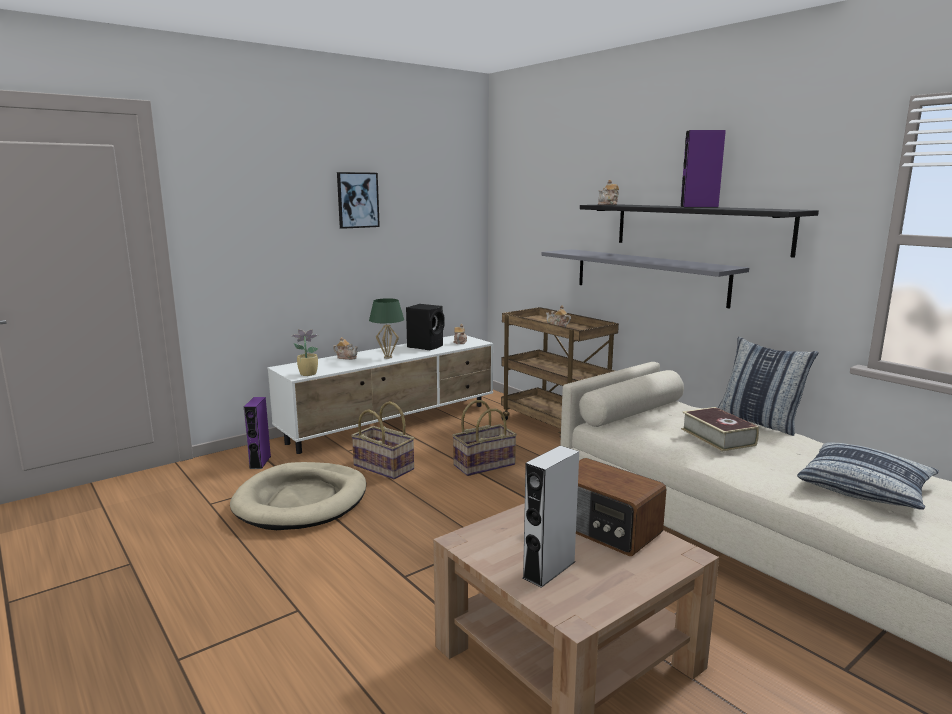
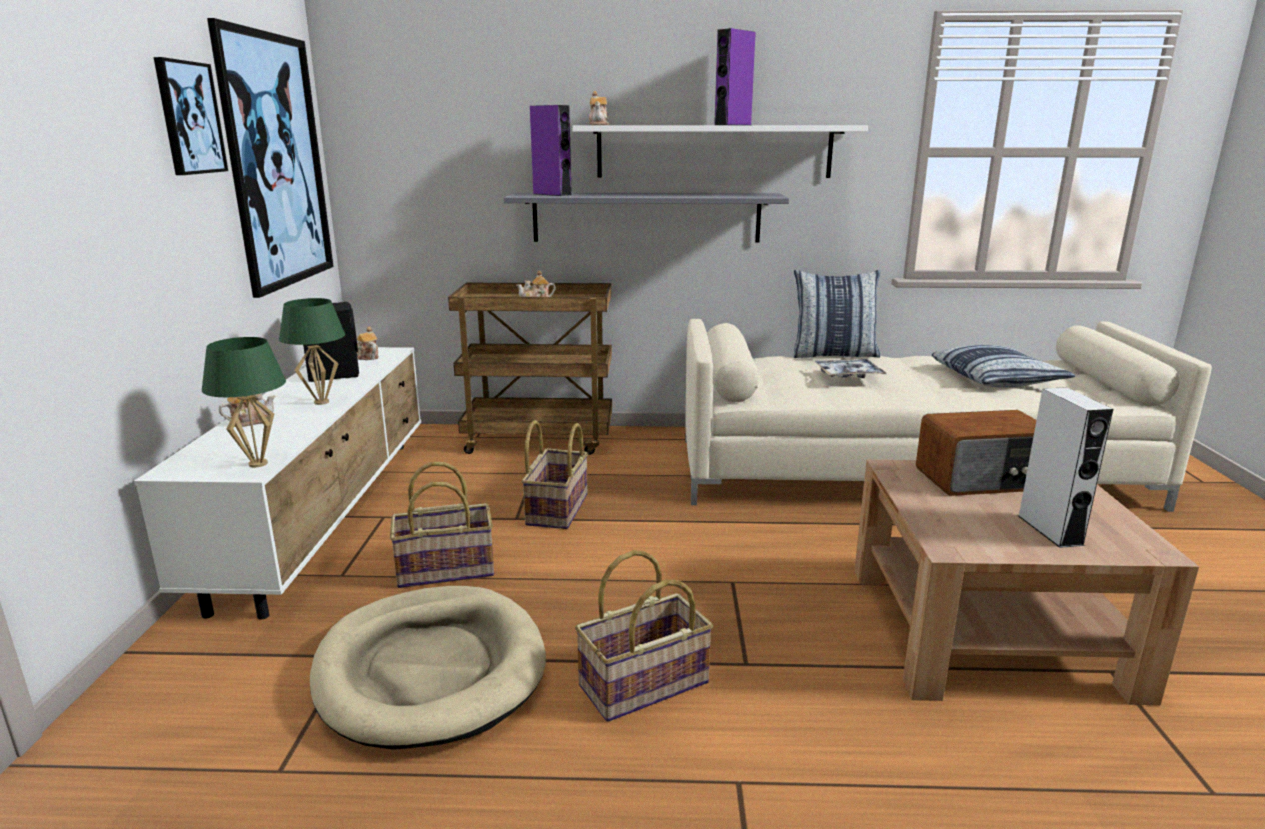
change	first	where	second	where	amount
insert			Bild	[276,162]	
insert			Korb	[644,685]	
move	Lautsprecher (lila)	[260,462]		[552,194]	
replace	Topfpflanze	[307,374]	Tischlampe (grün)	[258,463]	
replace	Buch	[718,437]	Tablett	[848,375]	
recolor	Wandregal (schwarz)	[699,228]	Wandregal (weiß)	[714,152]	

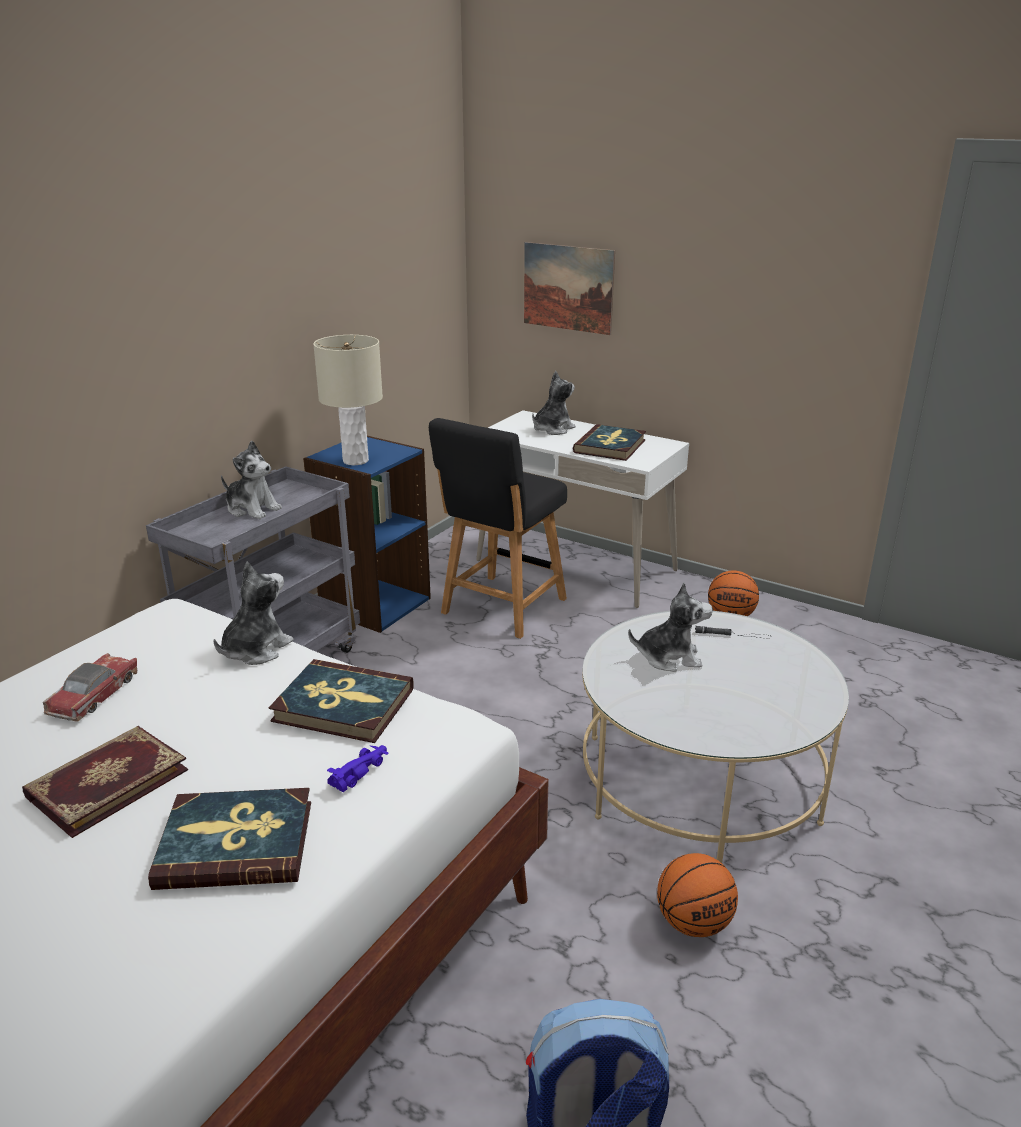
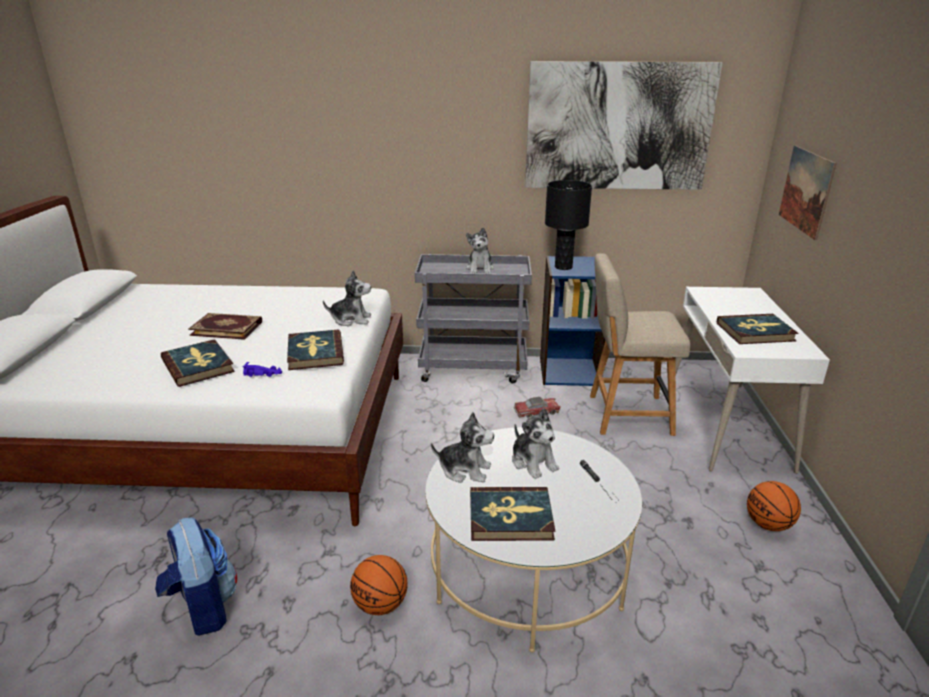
change	first	where	second	where	amount
insert			Buch	[510,517]	
insert			Bild	[618,127]	
move	Spielzeugauto	[94,695]		[536,412]	
move	Plüschtier	[552,429]		[464,470]	
recolor	Tischlampe (beige)	[356,461]	Tischlampe (schwarz)	[563,267]	
recolor	Stuhl (schwarz)	[500,608]	Stuhl (beige)	[625,414]	

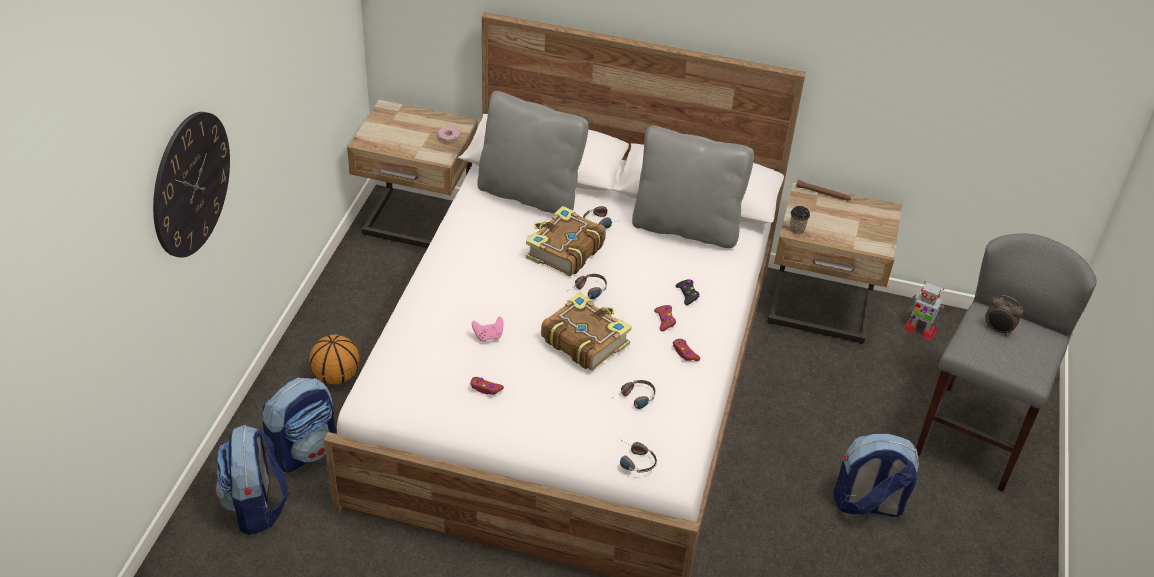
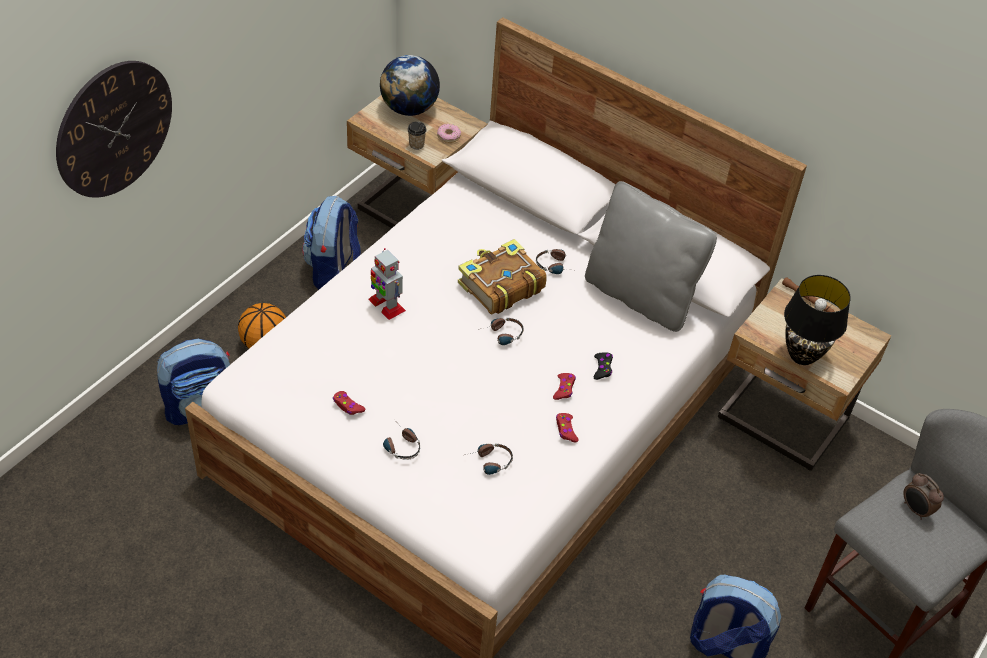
change	first	where	second	where	amount
delete	Gamepad (rosa)	[488,336]			
delete	Kissen (grau)	[530,194]			
delete	Buch	[584,340]			
insert			Globus	[409,109]	
insert			Tischlampe (schwarz)	[802,356]	
move	Rucksack	[256,506]		[333,270]	
move	Kopfhörer	[632,460]		[399,444]	
move	Tasse	[797,229]		[416,145]	
move	Spielzeugroboter	[919,329]		[386,304]	

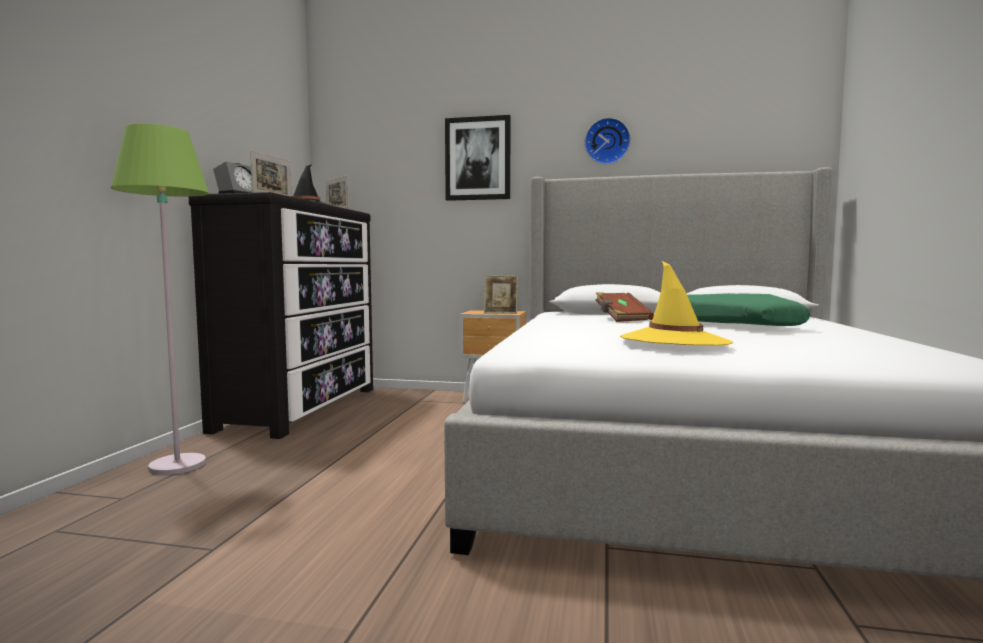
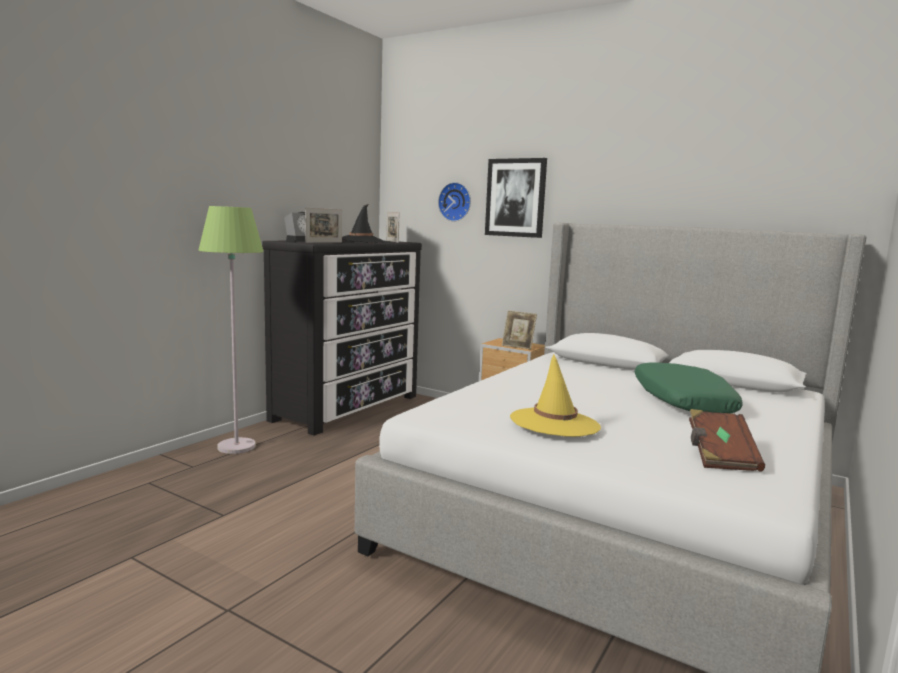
change	first	where	second	where	amount
move	Wanduhr	[607,141]		[455,202]	
move	Buch (braun)	[621,319]		[720,456]	

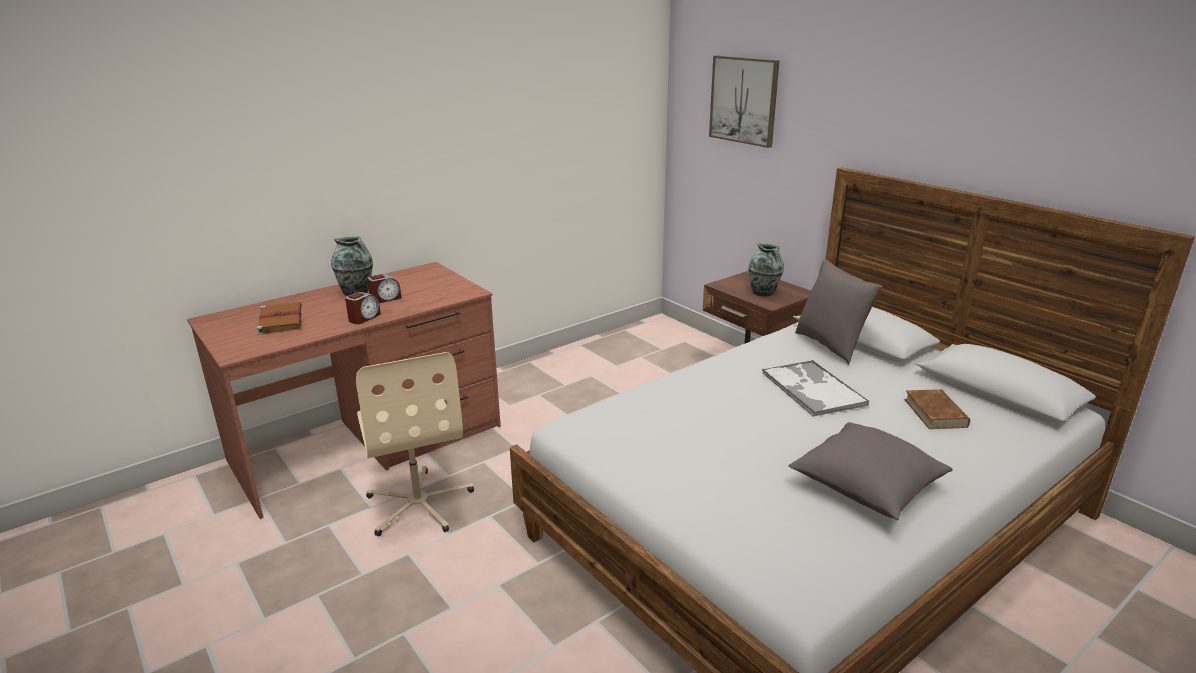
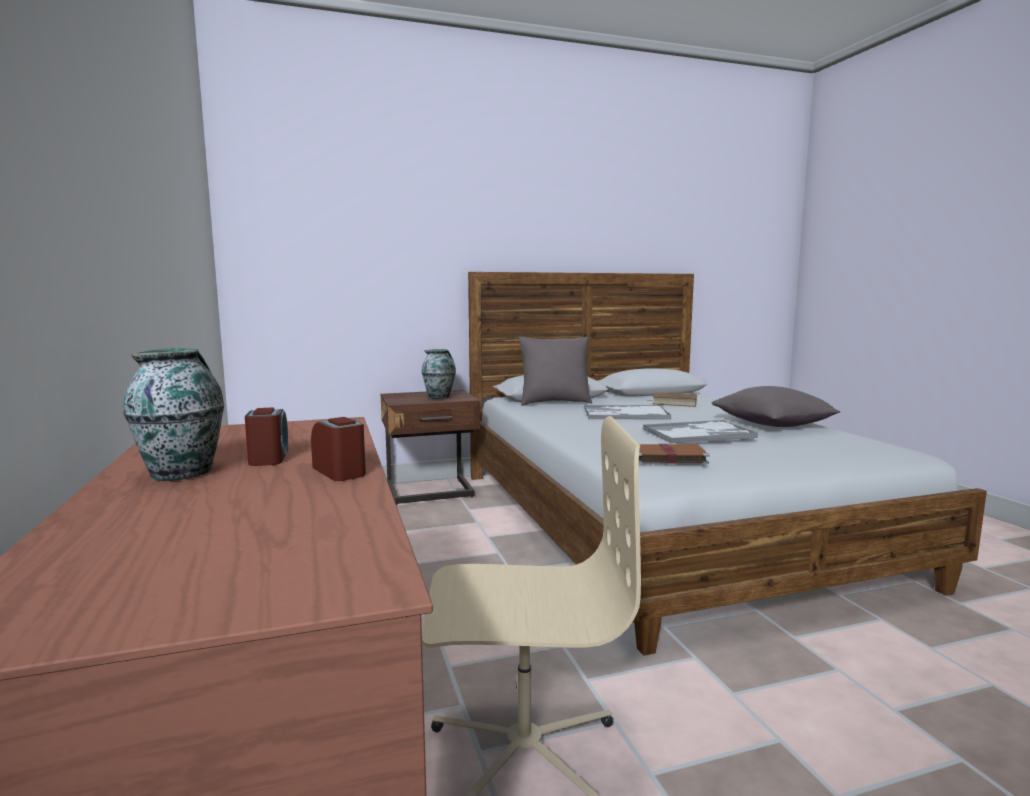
change	first	where	second	where	amount
delete	Bild	[744,100]			
insert			Tablett	[699,433]	
move	Buch (braun)	[280,320]		[665,457]	

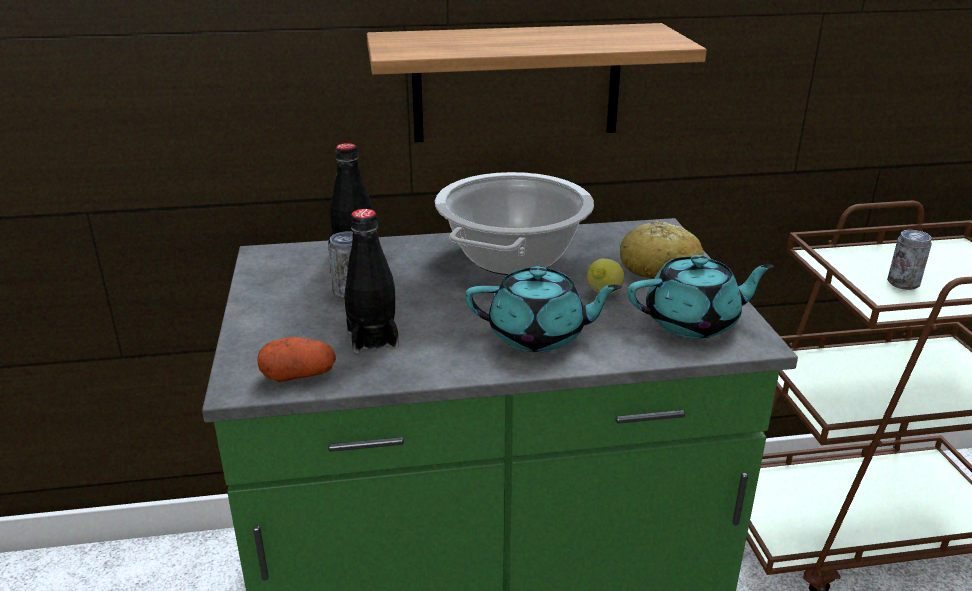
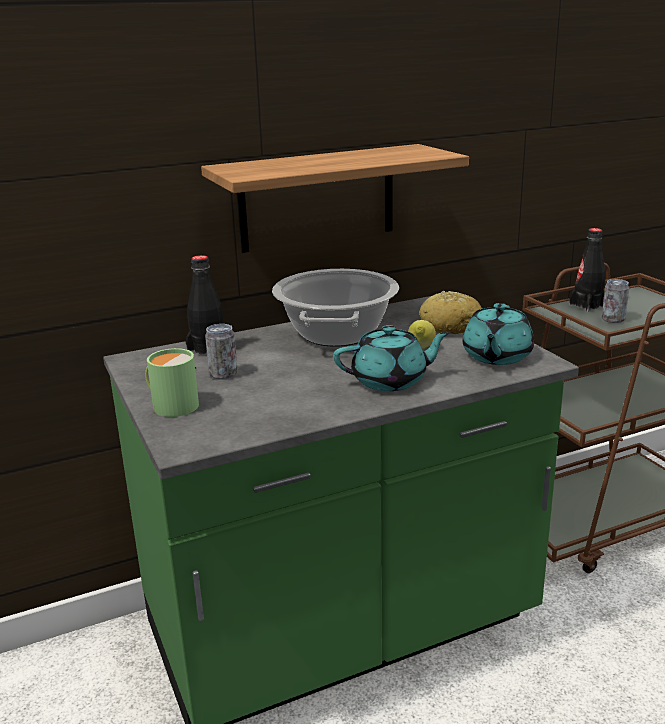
change	first	where	second	where	amount
delete	Kartoffel	[299,375]			
insert			Henkelbecher (grün)	[172,405]	
move	Flasche (schwarz)	[372,339]		[587,306]	
rotate	Teekanne (türkis)	[693,322]		[496,356]	135 degrees clockwise

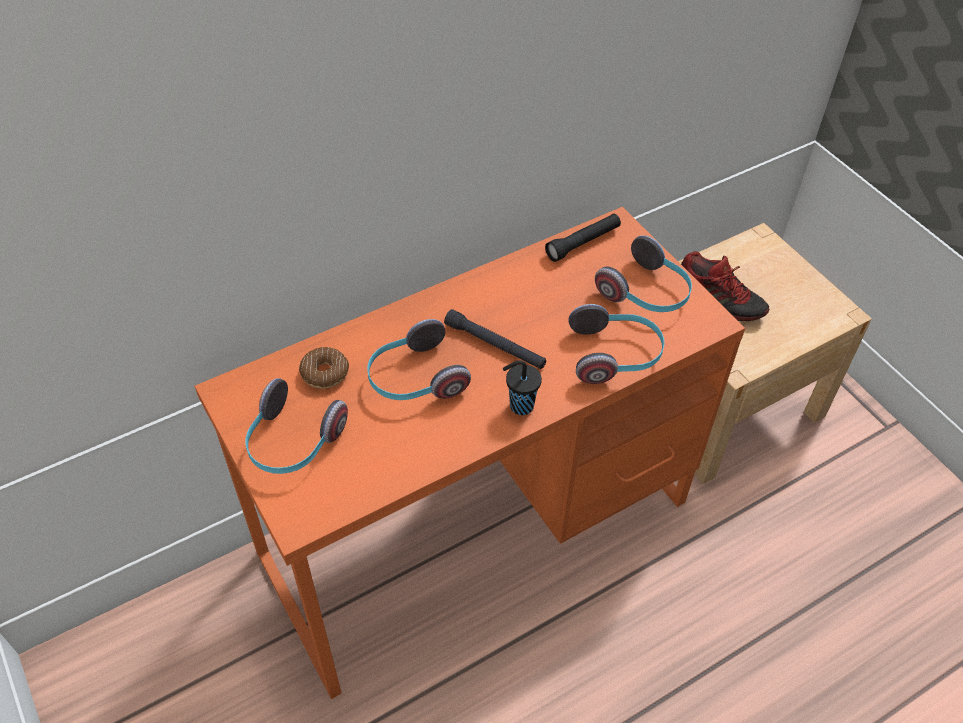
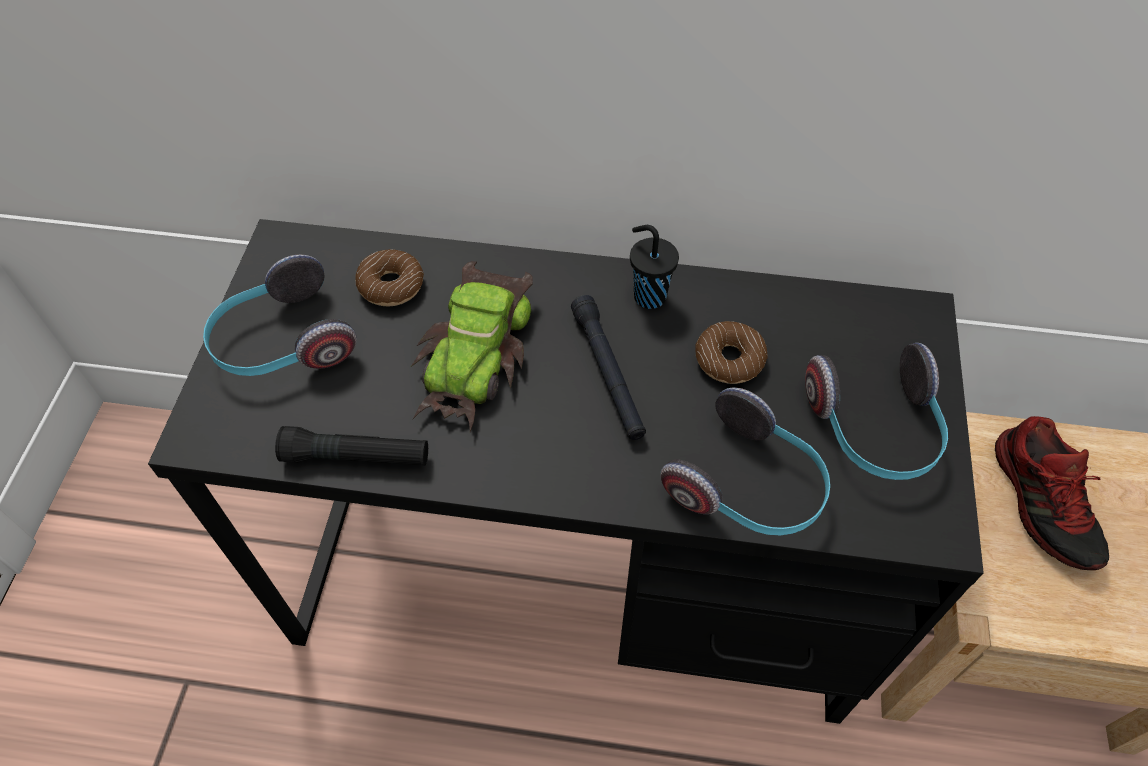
change	first	where	second	where	amount
insert			Donut	[729,359]	
move	Tasse (schwarz)	[520,406]		[648,295]	
move	Taschenlampe (schwarz)	[583,243]		[356,457]	
replace	Kopfhörer	[414,379]	Spielzeugauto	[476,354]	
recolor	Schreibtisch (orange)	[477,527]	Schreibtisch (schwarz)	[577,575]	

